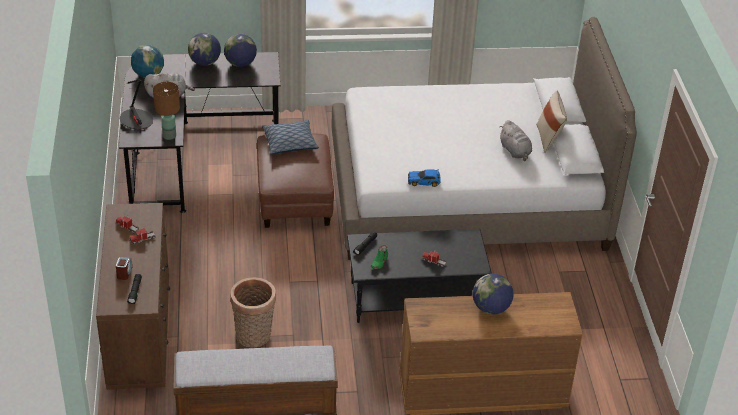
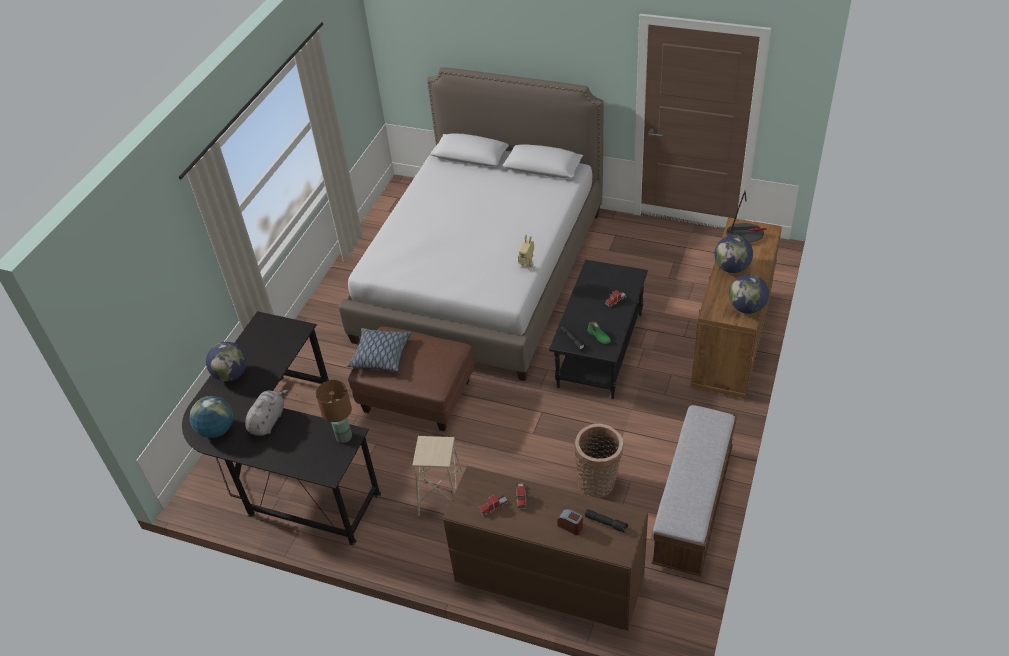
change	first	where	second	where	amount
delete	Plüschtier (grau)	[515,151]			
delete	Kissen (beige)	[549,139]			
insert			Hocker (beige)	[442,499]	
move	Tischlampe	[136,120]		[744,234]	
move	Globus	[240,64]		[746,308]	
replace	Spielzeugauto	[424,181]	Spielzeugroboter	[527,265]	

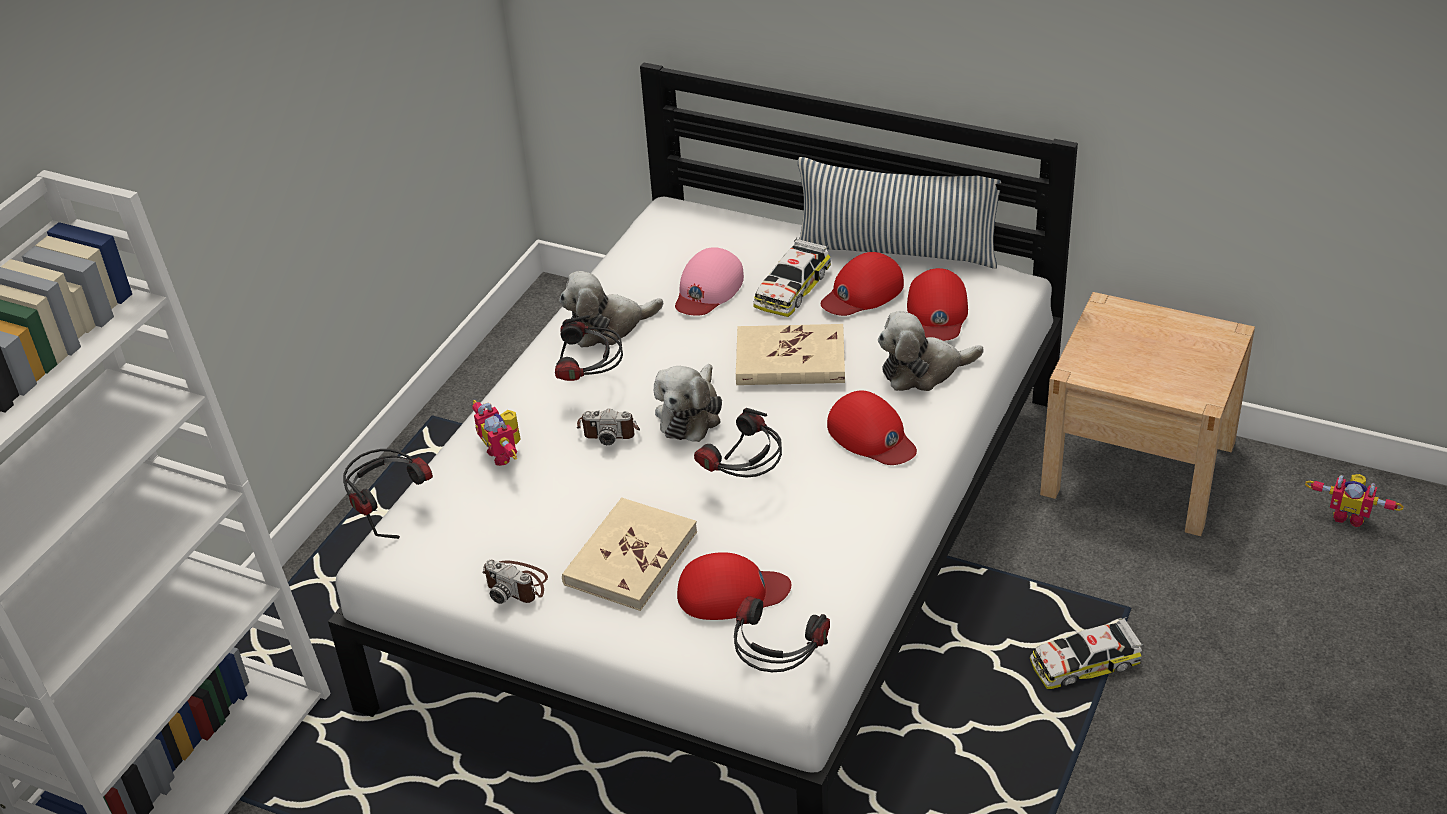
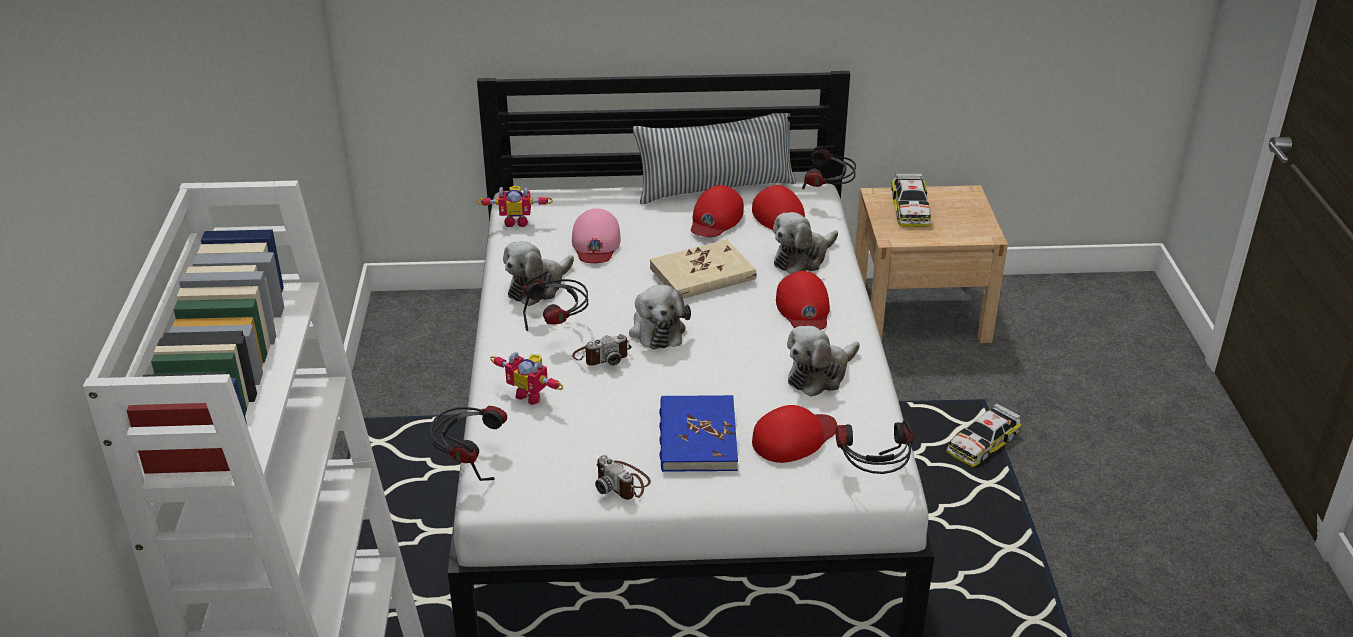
change	first	where	second	where	amount
insert			Plüschtier	[820,374]	
move	Kopfhörer	[744,481]		[827,196]	
move	Spielzeugauto	[791,288]		[910,209]	
move	Spielzeugroboter	[1349,516]		[516,221]	
recolor	Buch (beige)	[630,558]	Buch (blau)	[697,437]	
rotate	Kamera	[517,584]		[622,482]	45 degrees clockwise
rotate	Kappe (rot)	[871,436]		[803,308]	60 degrees clockwise

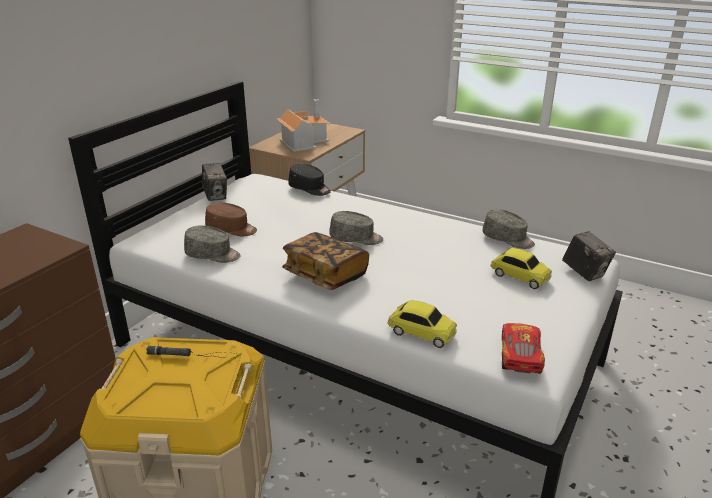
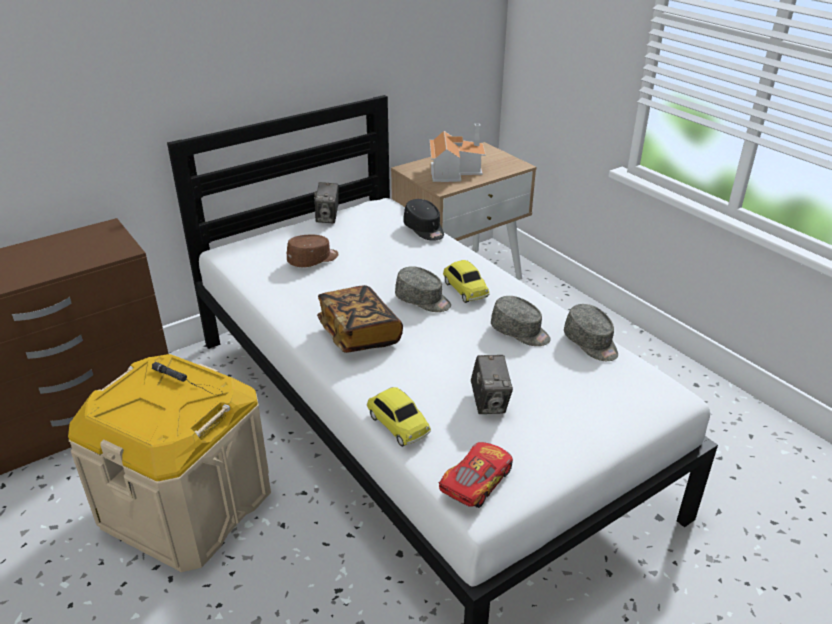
change	first	where	second	where	amount
move	Kappe (grau)	[213,255]		[520,332]	
move	Spielzeugauto	[519,276]		[465,289]	
move	Kamera	[584,273]		[489,403]	
rotate	Kappe (braun)	[231,229]		[313,260]	75 degrees counterclockwise

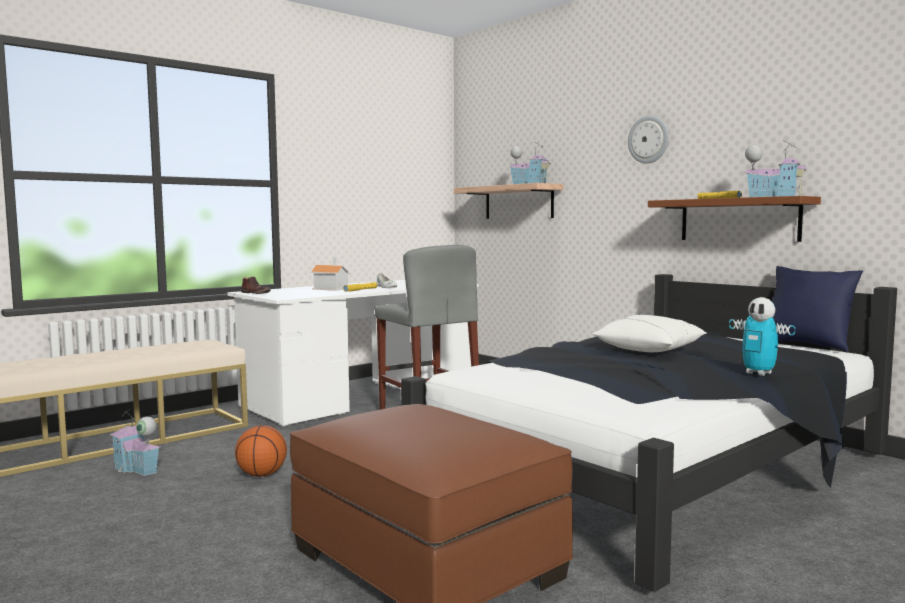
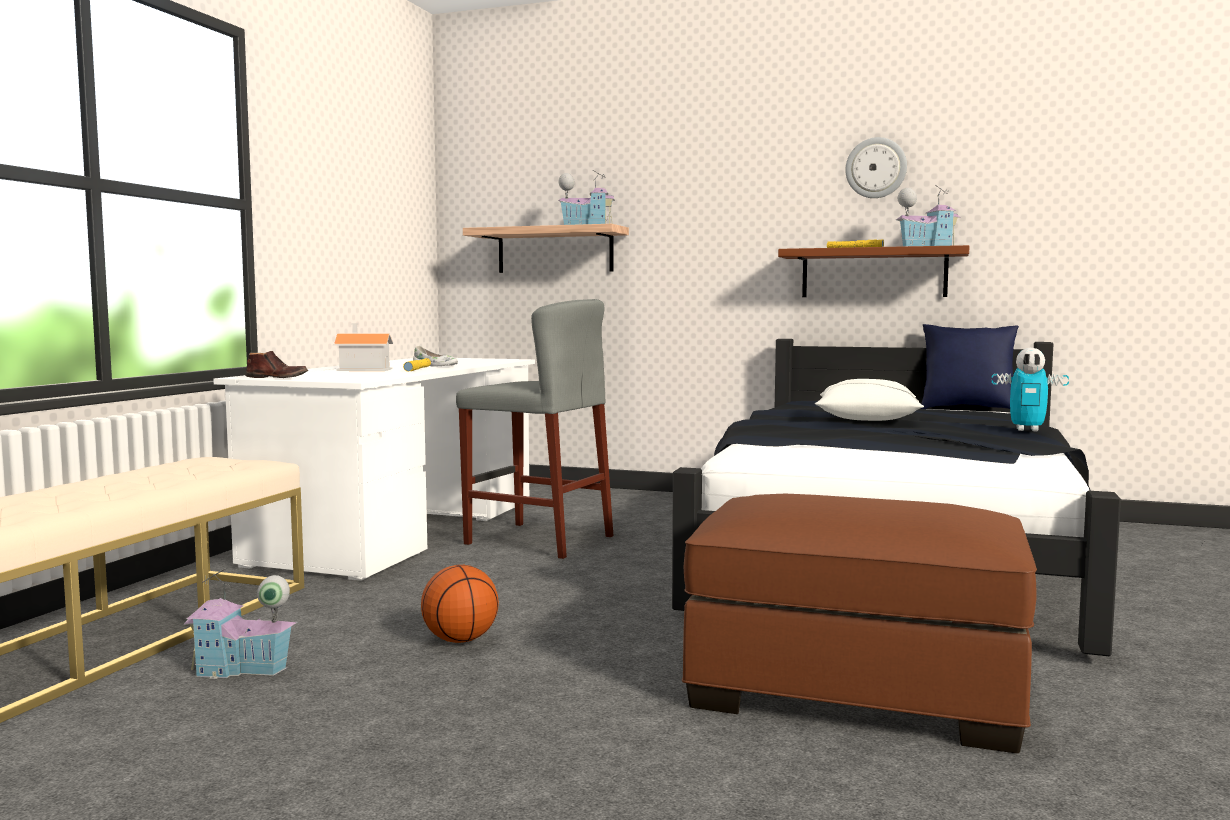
change	first	where	second	where	amount
move	Wanduhr	[648,139]		[876,168]	

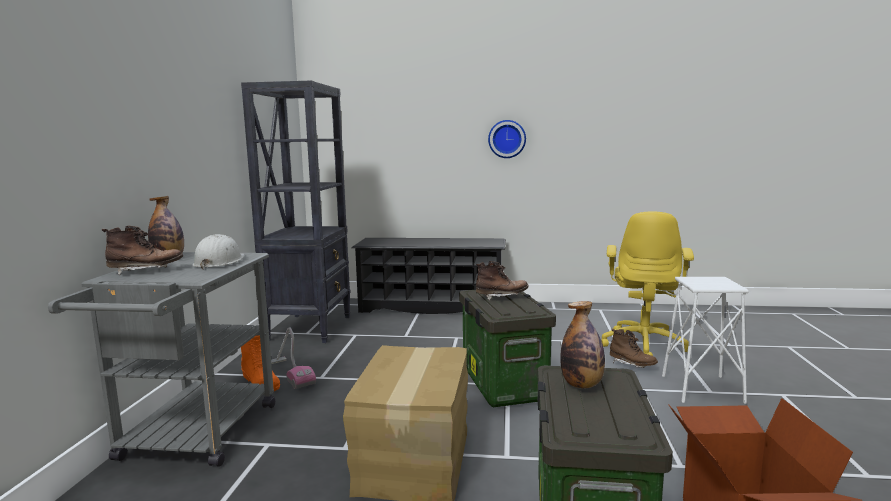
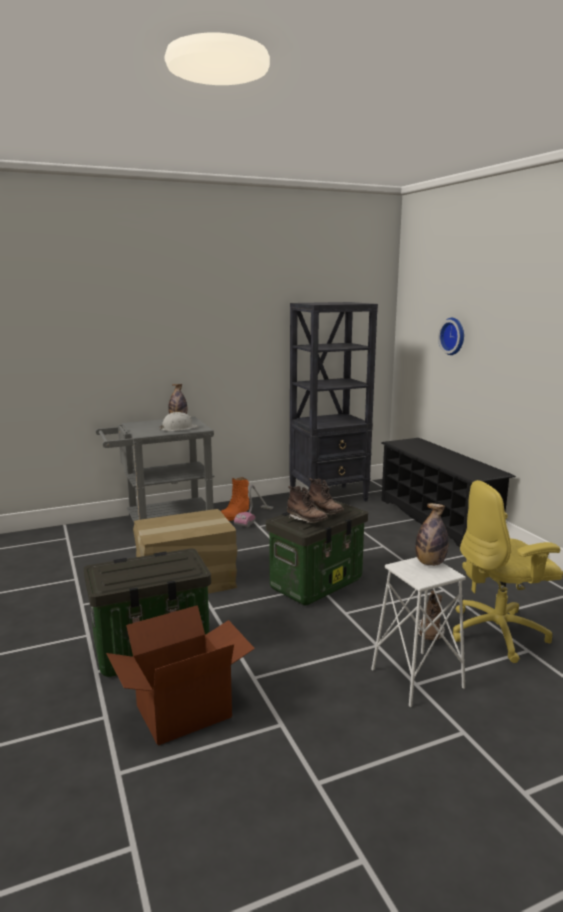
change	first	where	second	where	amount
move	Stiefel (braun)	[146,271]		[306,520]	
move	Wanduhr	[507,139]		[454,336]	
move	Flasche	[582,385]		[430,563]	

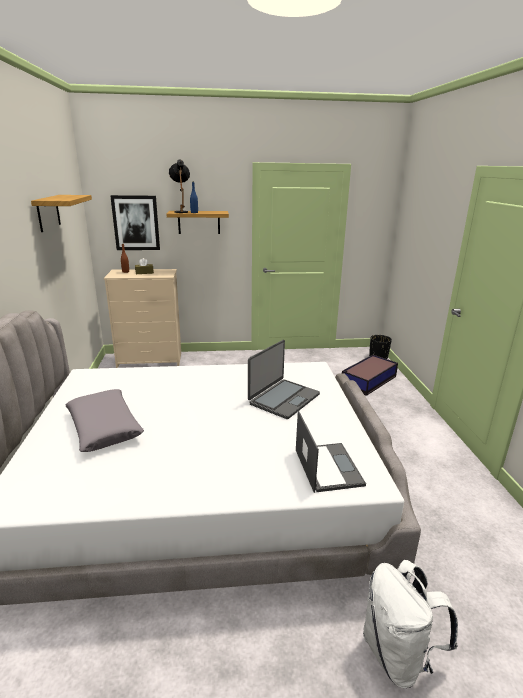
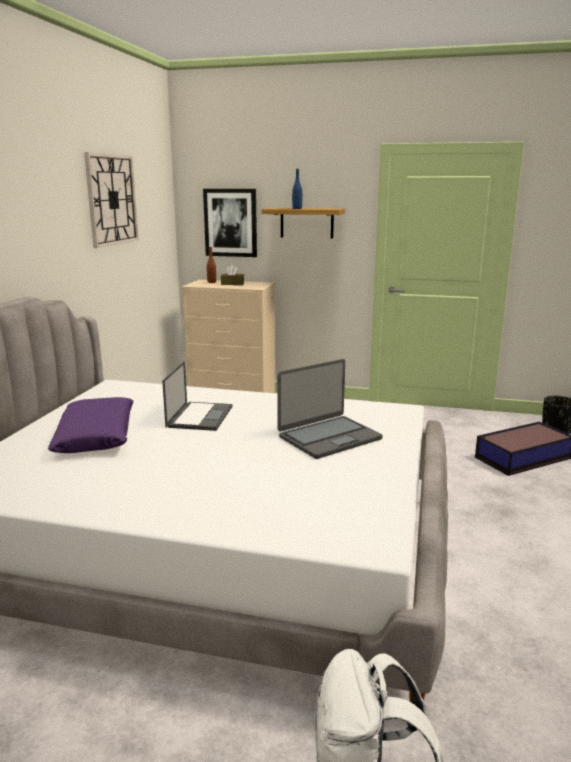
change	first	where	second	where	amount
delete	Tischlampe (schwarz)	[181,211]			
move	Laptop	[327,466]		[200,416]	
replace	Wandregal	[48,213]	Wanduhr	[112,200]	
recolor	Kissen (grau)	[104,427]	Kissen (lila)	[96,436]	

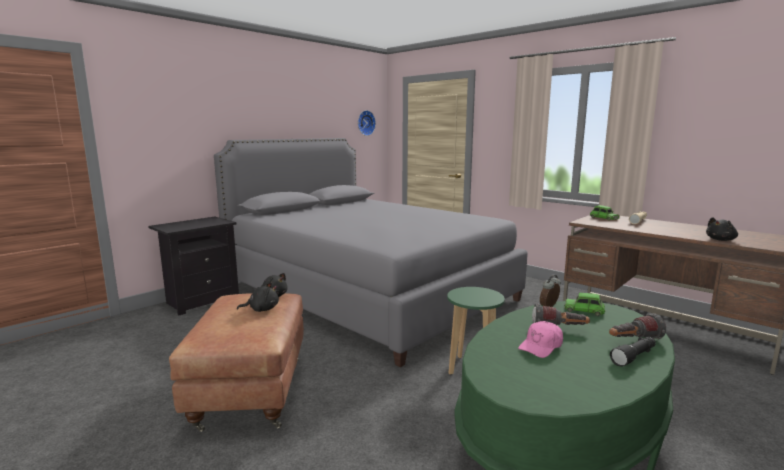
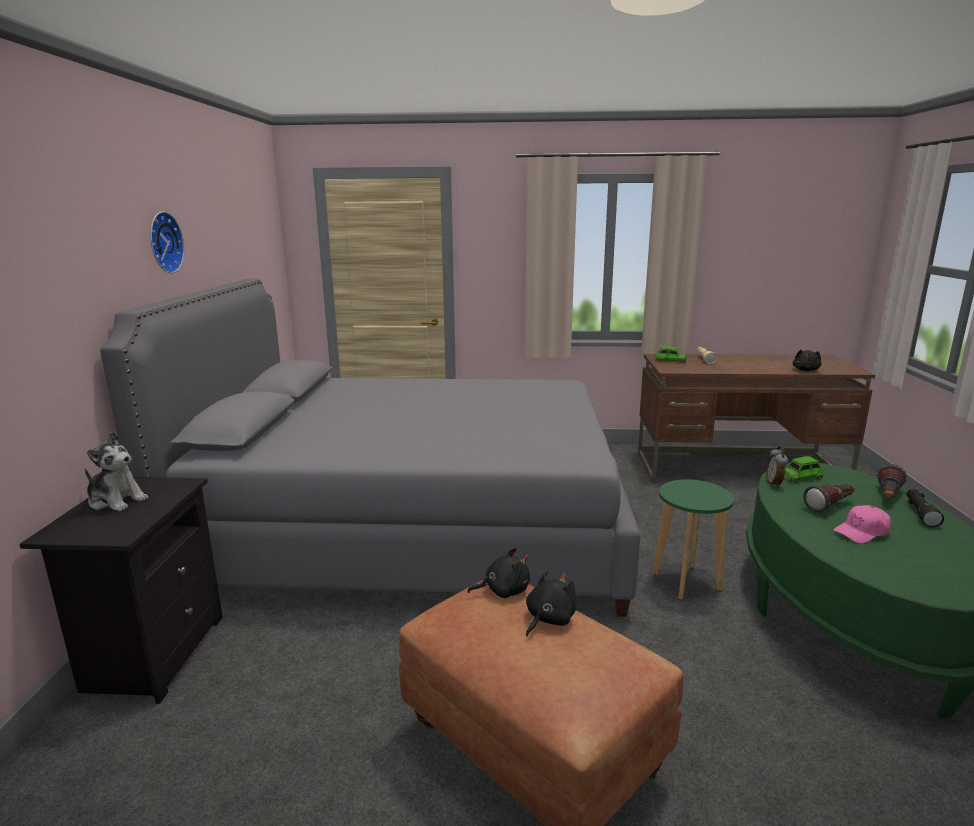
change	first	where	second	where	amount
insert			Plüschtier	[117,500]	
move	Wanduhr	[365,123]		[162,242]	
rotate	Kappe (rosa)	[541,346]		[862,532]	60 degrees clockwise

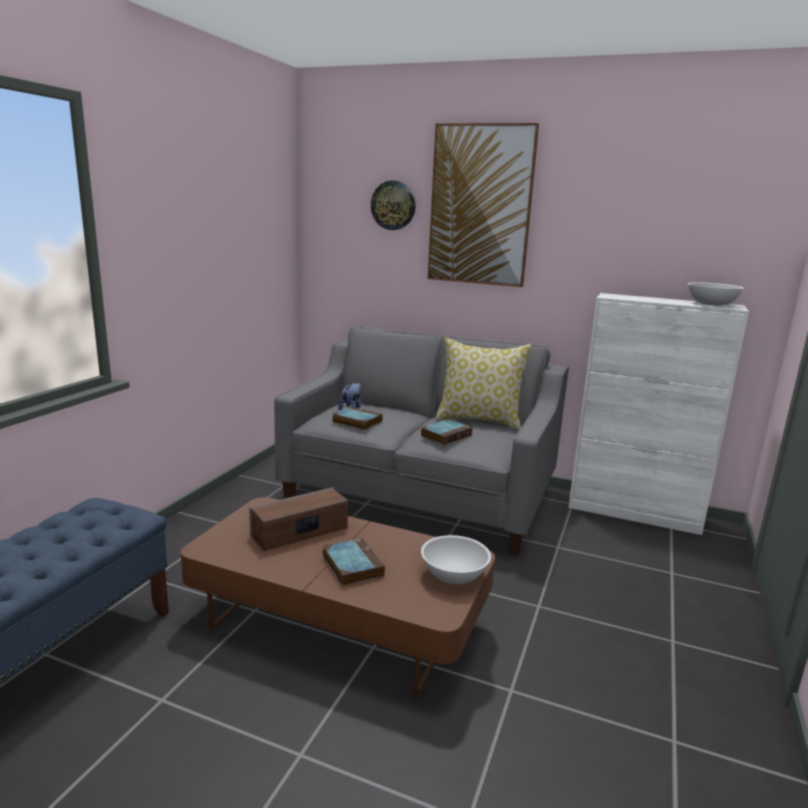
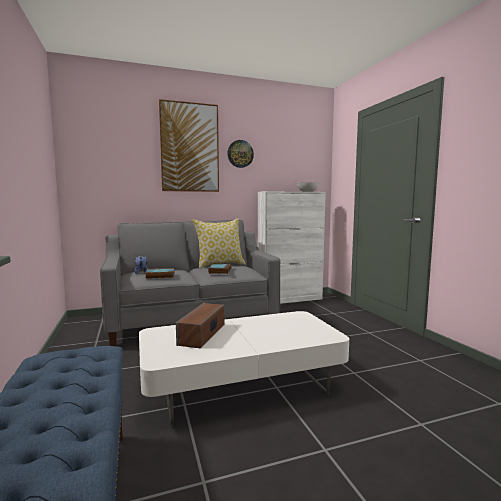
change	first	where	second	where	amount
delete	Buch	[351,565]			
delete	Schüssel (weiß)	[453,575]			
move	Wanduhr	[393,205]		[240,154]	
recolor	Couchtisch (braun)	[339,622]	Couchtisch (weiß)	[241,386]	

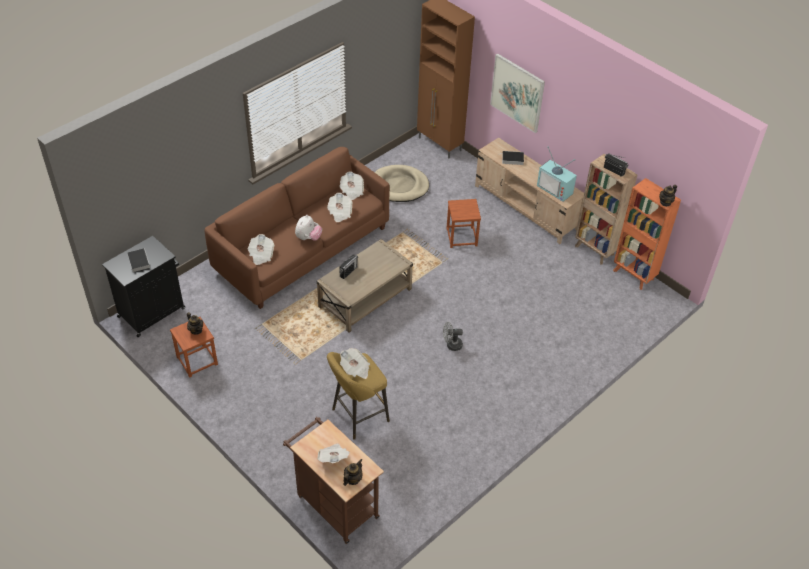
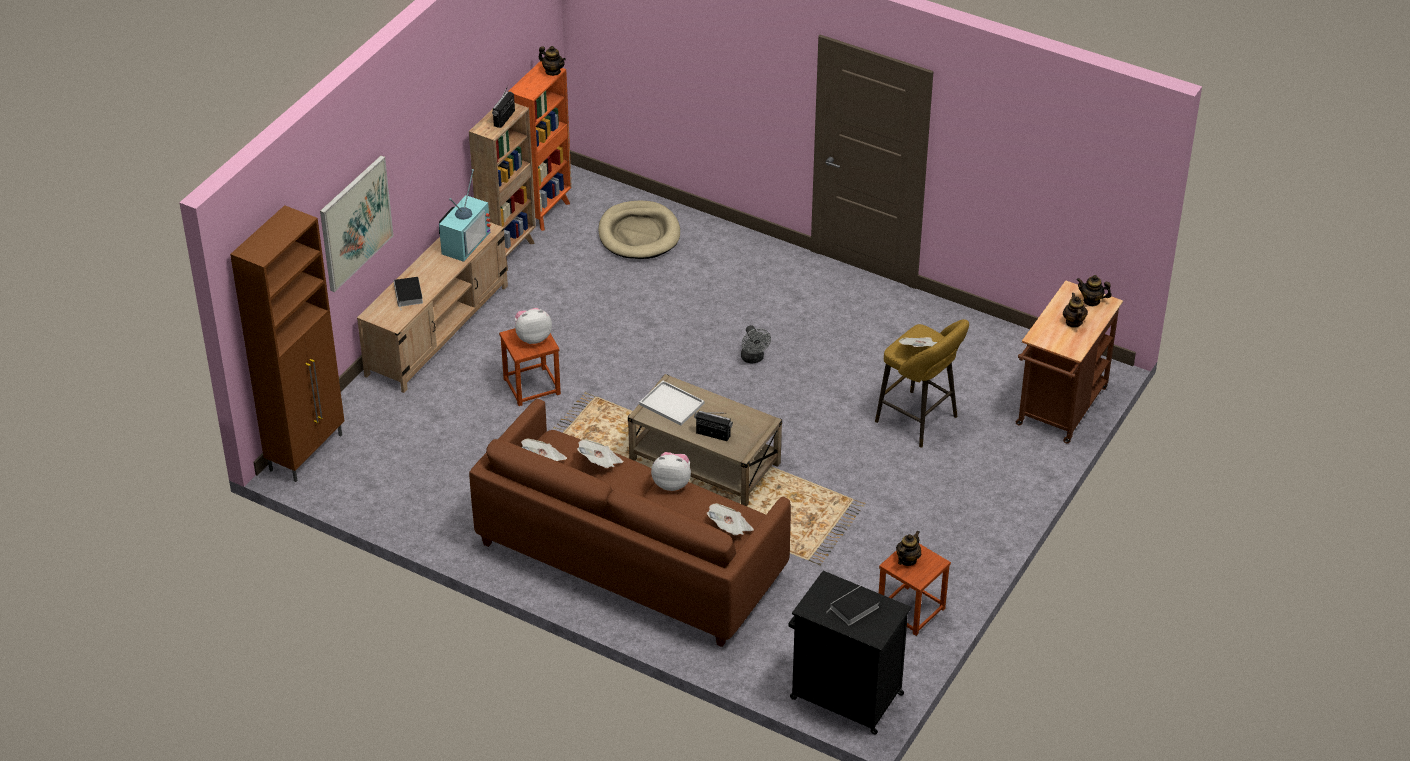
change	first	where	second	where	amount
insert			Plüschtier	[533,337]	
insert			Tablett (weiß)	[673,404]	
move	Hundebett (beige)	[399,186]		[639,234]	
replace	Zeitung	[333,458]	Teekanne	[1073,322]	

